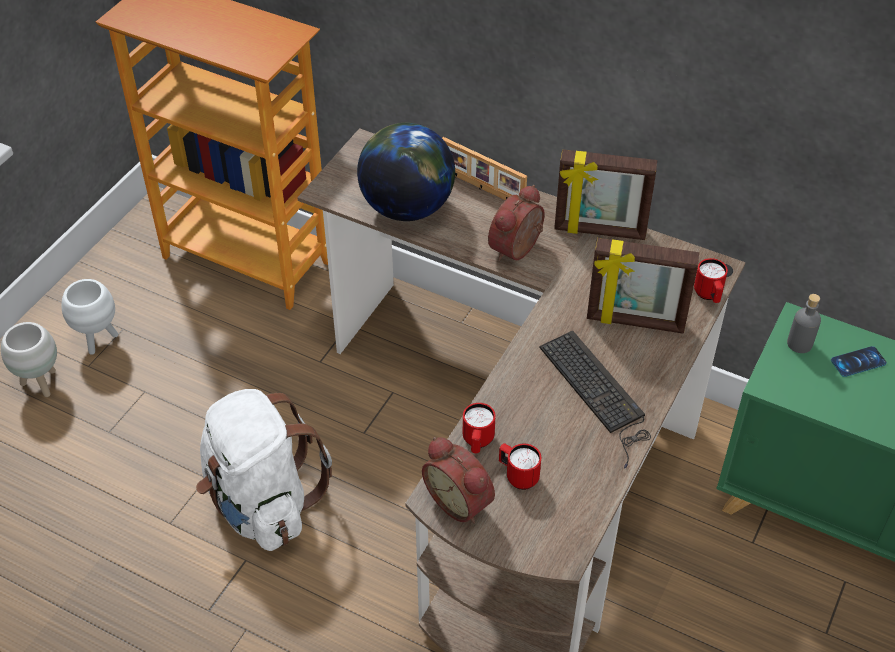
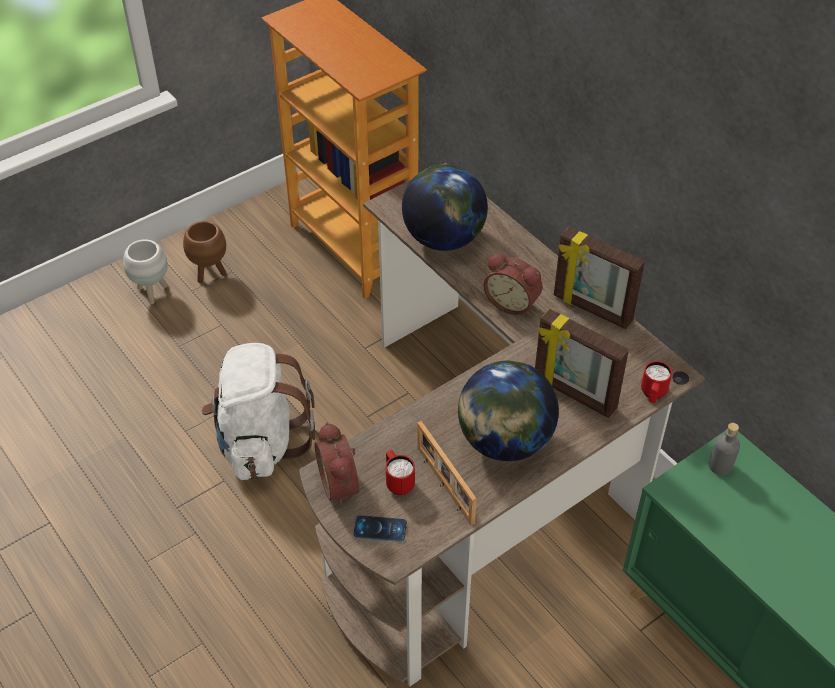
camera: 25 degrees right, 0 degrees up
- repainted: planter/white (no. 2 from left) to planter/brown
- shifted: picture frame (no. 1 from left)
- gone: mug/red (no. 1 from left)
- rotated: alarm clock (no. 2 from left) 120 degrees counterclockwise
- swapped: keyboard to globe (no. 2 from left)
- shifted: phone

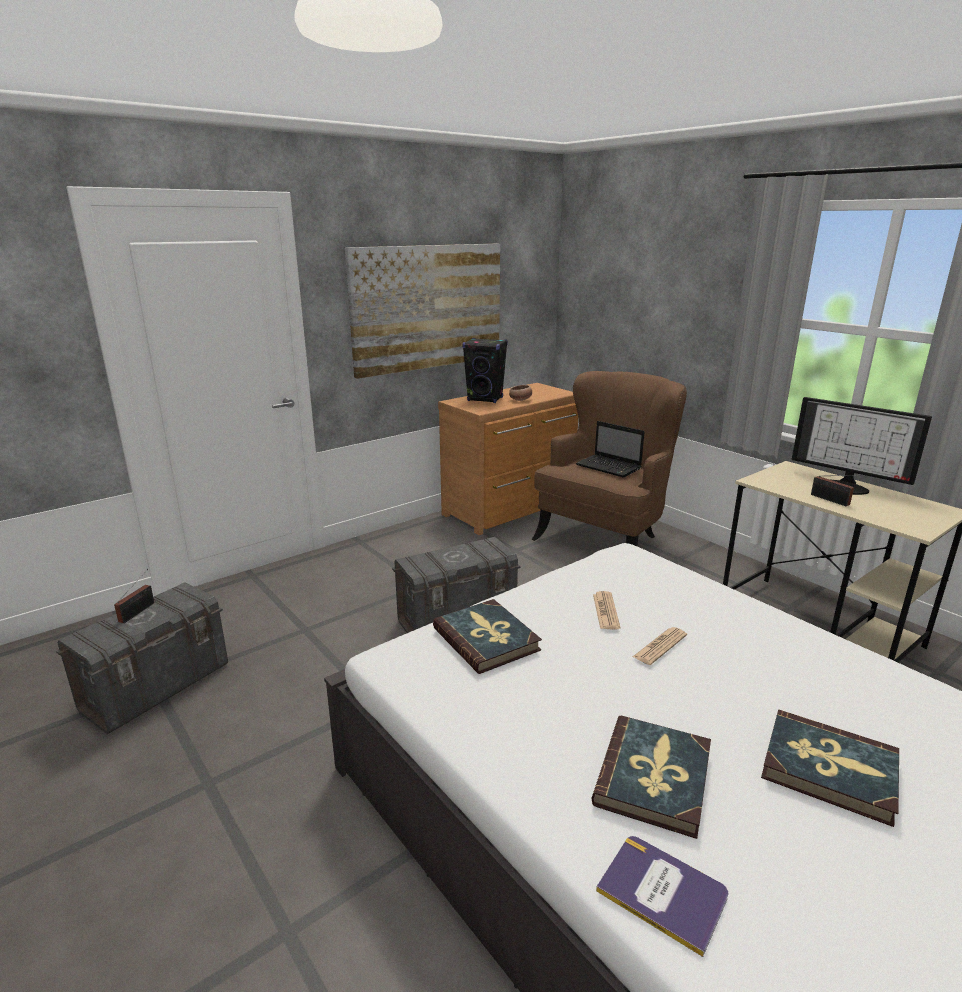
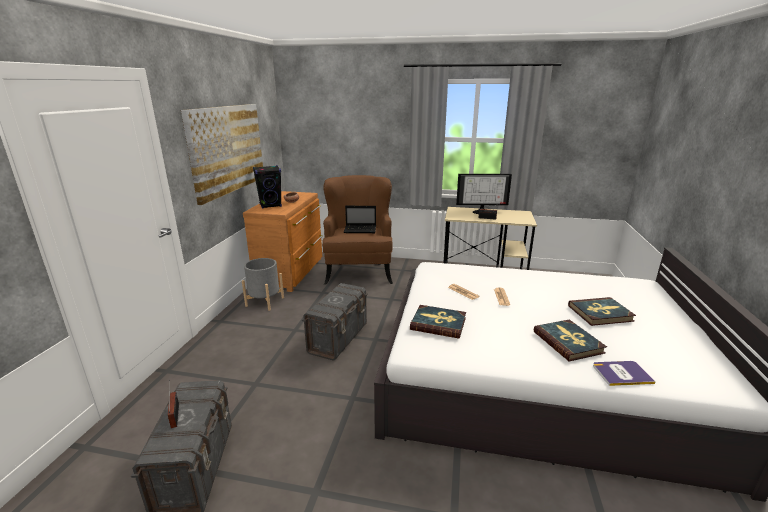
camera: 40 degrees left, 0 degrees up
- new: planter/grey

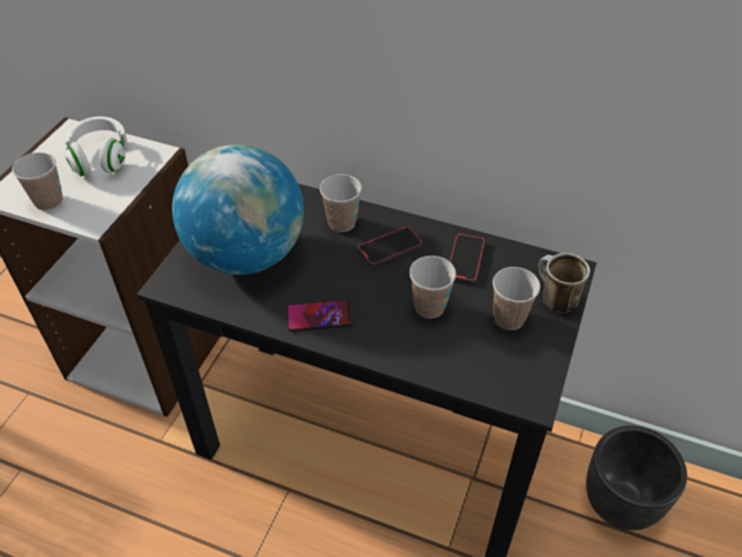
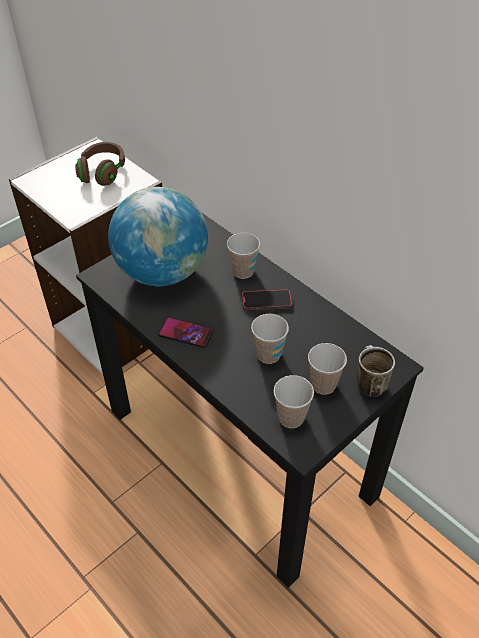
camera: 25 degrees right, 0 degrees up
- shifted: cup (no. 1 from left in the first image) to cup (no. 3 from left)
- repainted: headphones/white to headphones/brown
- gone: phone (no. 3 from left)
- gone: planter/black

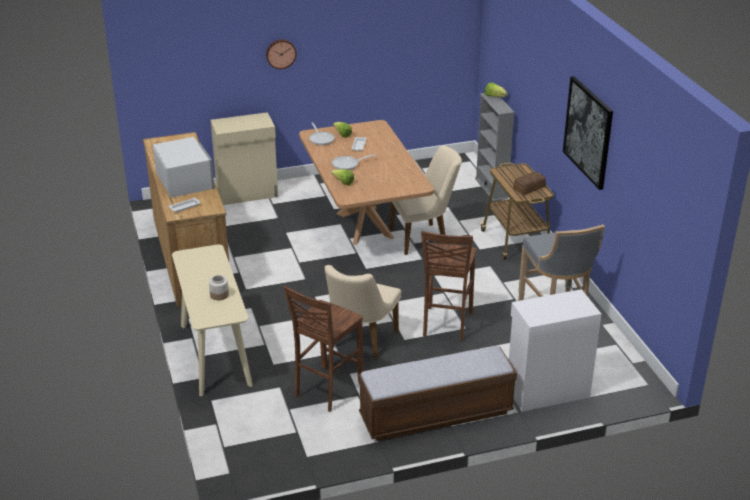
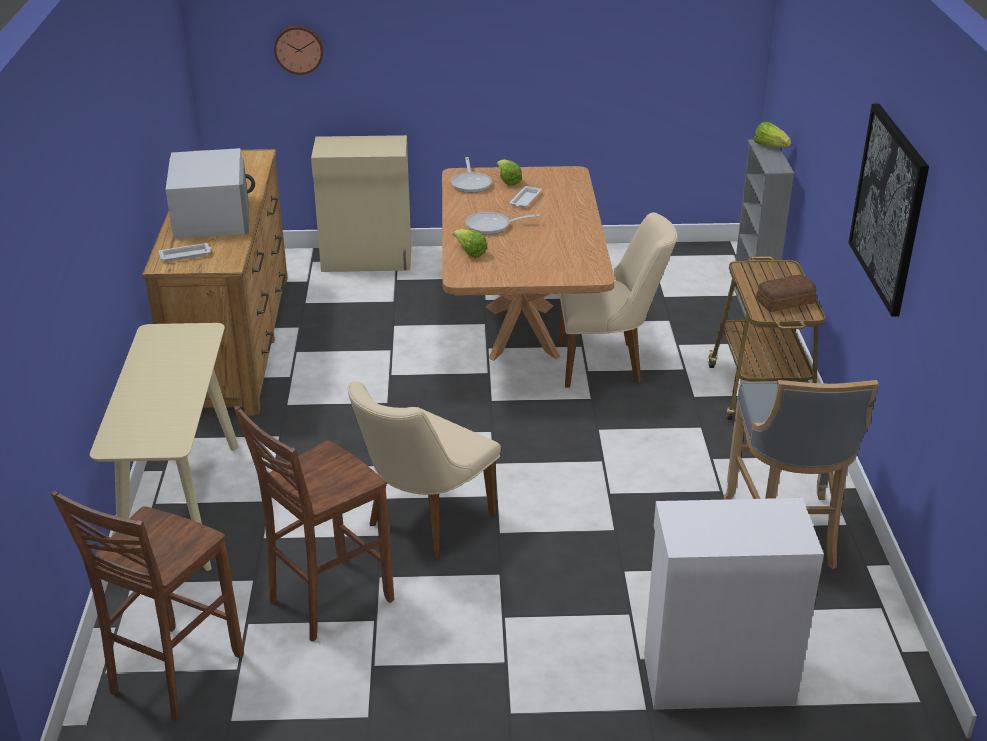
camera: 15 degrees right, 0 degrees up
- gone: jar
- shifted: wall clock
- gone: bench
- shifted: stool/brown (no. 2 from left in the first image) to stool/brown (no. 1 from left)

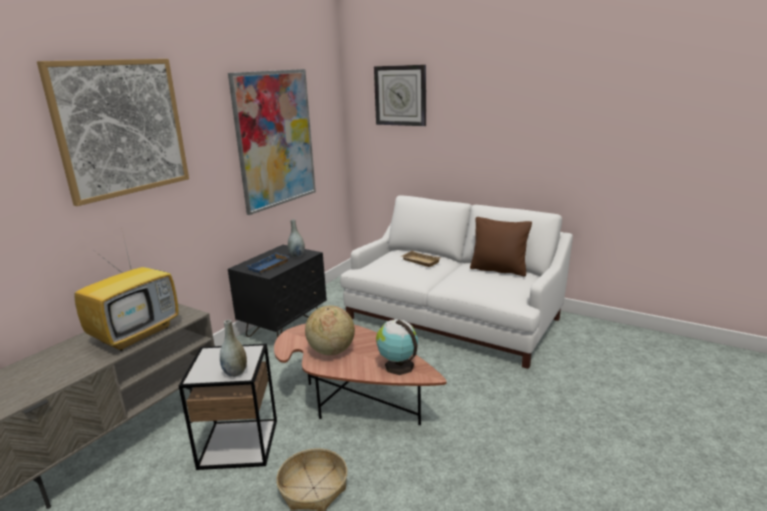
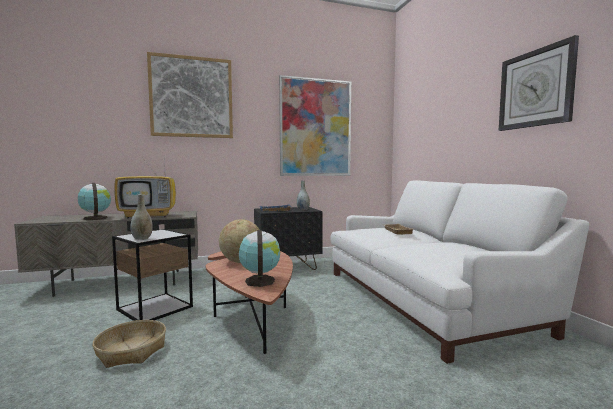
camera: 40 degrees right, 15 degrees down
- shifted: wall clock
- gone: pillow/brown
- new: globe (no. 1 from left)

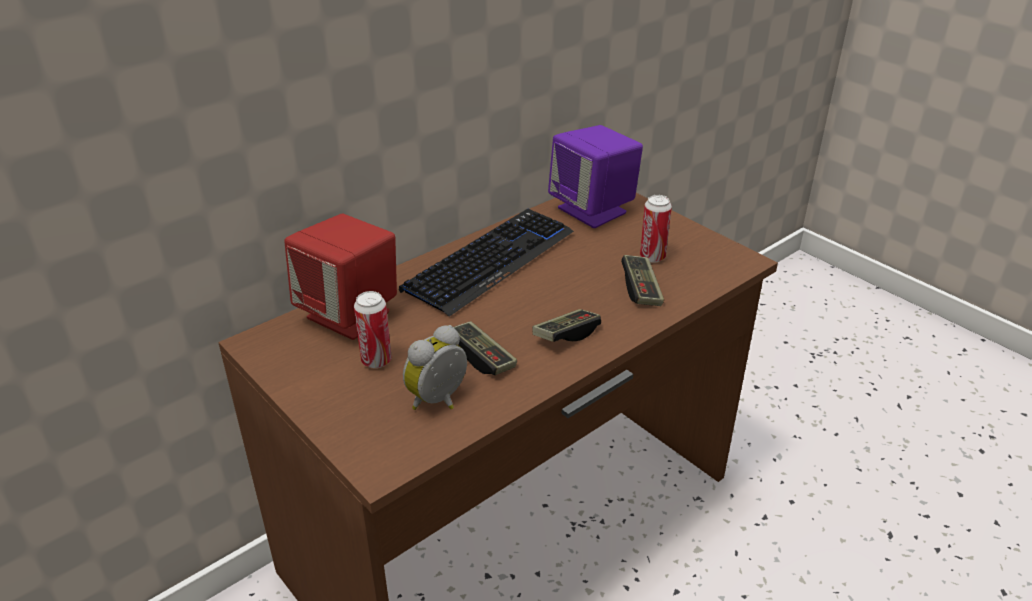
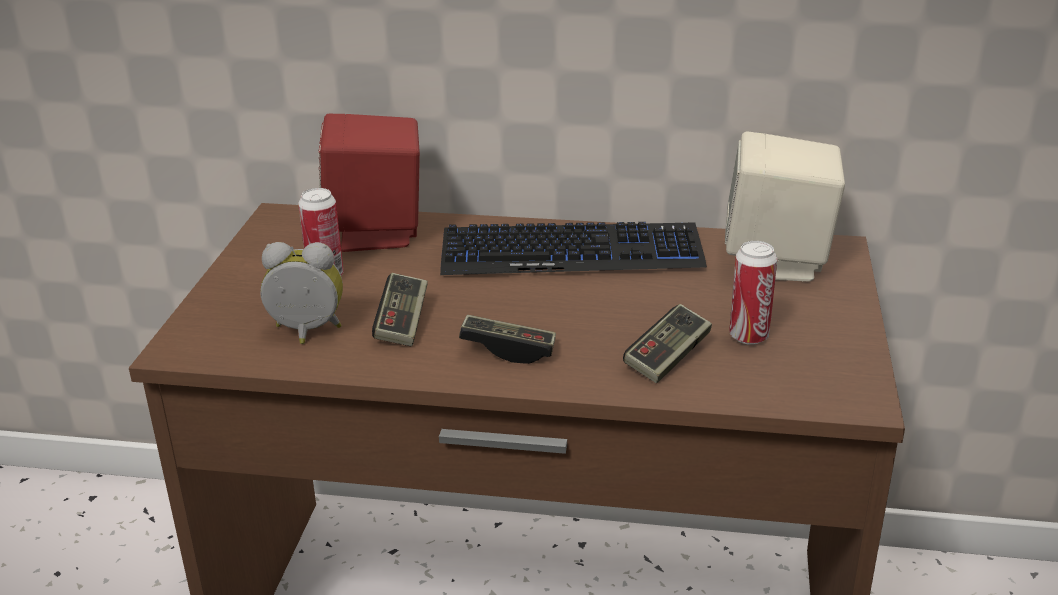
camera: 50 degrees right, 5 degrees down
- repainted: speaker/purple to speaker/beige

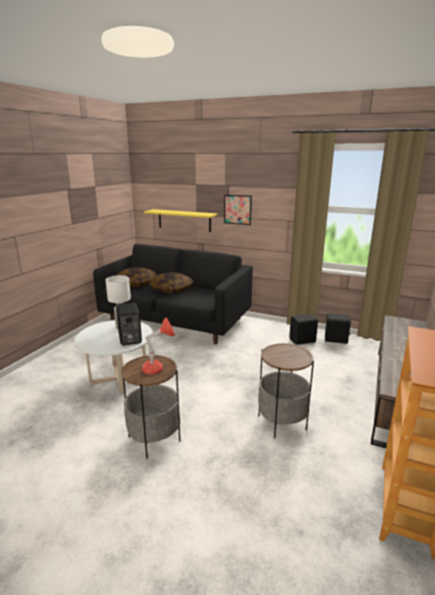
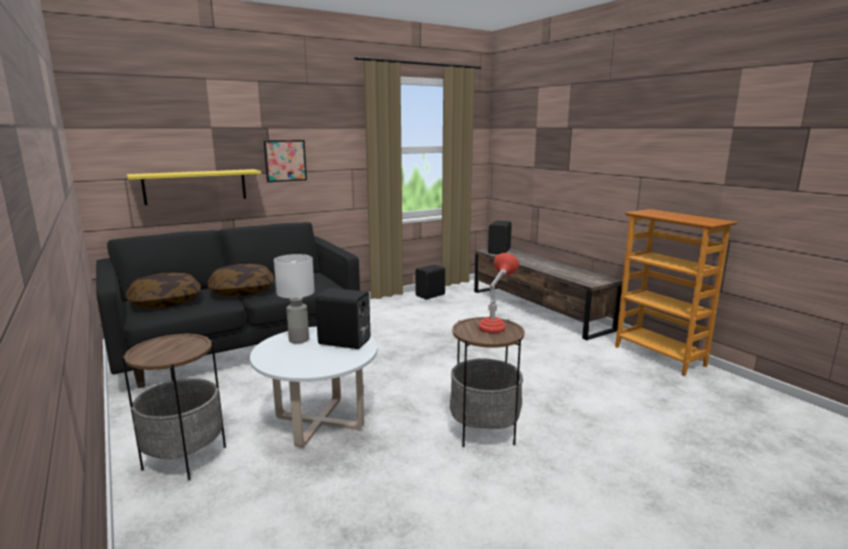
camera: 55 degrees left, 5 degrees down
- shifted: side table (no. 2 from left in the first image) to side table (no. 1 from left)
- shifted: speaker/black (no. 2 from left in the first image) to speaker/black (no. 3 from left)

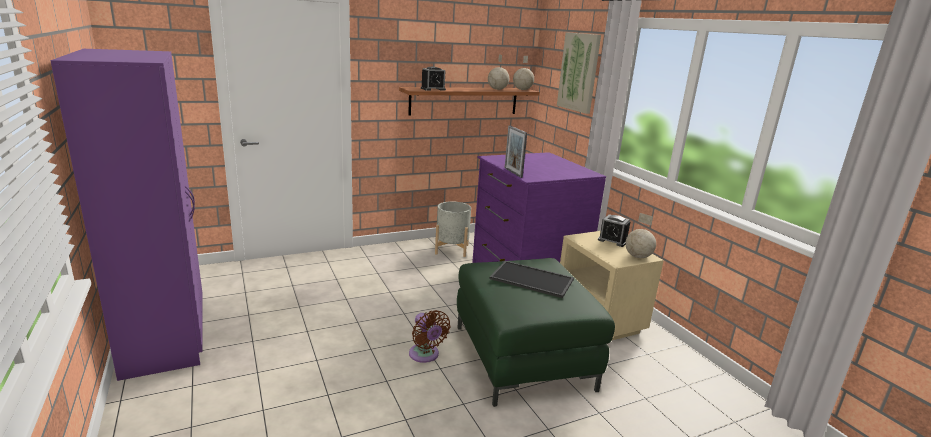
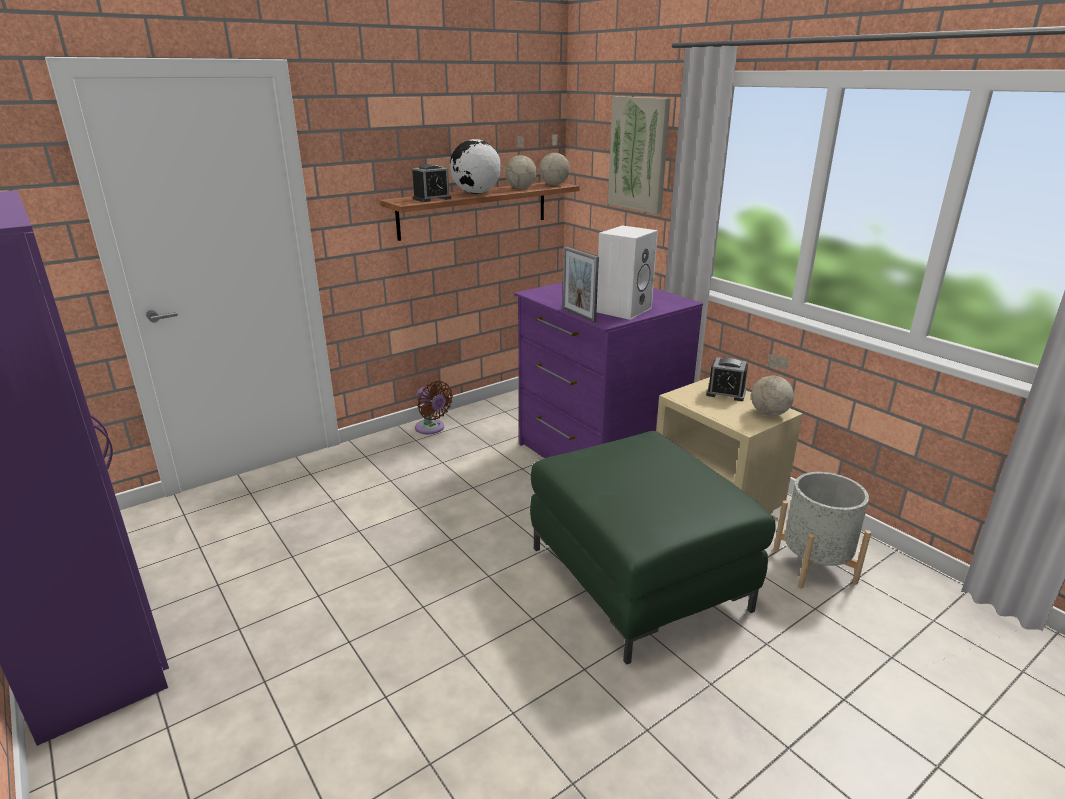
camera: 10 degrees left, 5 degrees up
- shifted: fan/brown
- shifted: planter/grey
- gone: tray
- new: globe (no. 1 from left)
- new: speaker/white

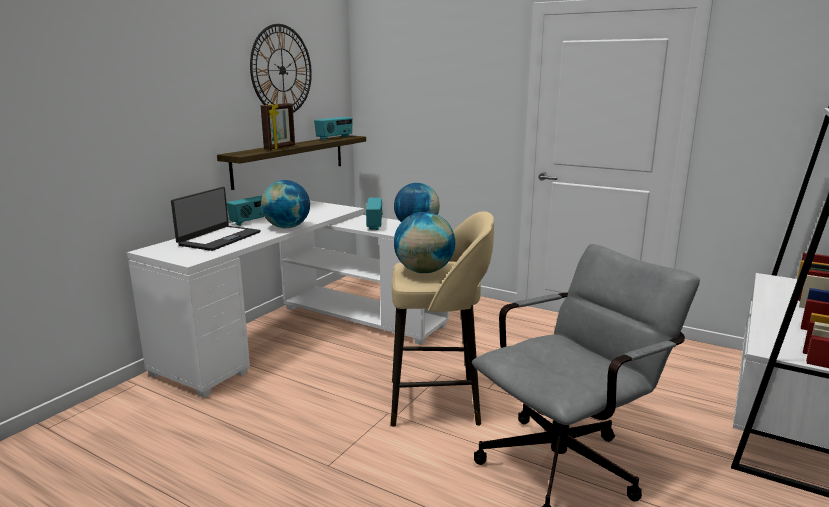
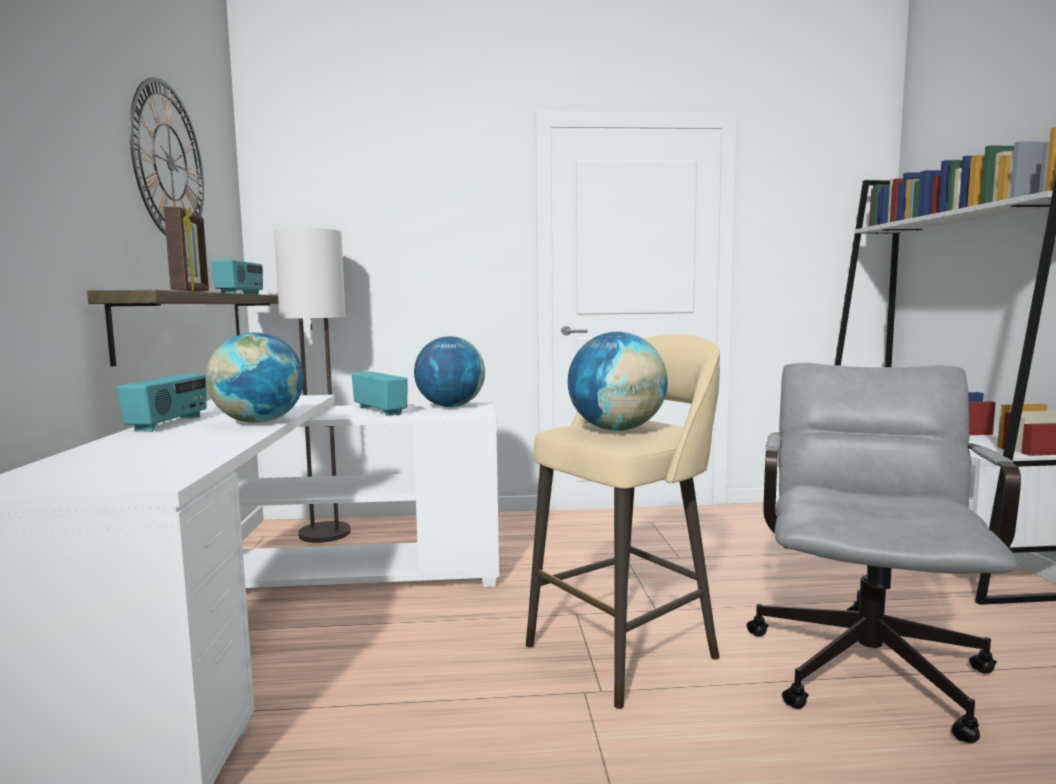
camera: 35 degrees left, 10 degrees down
- gone: laptop
- new: floor lamp

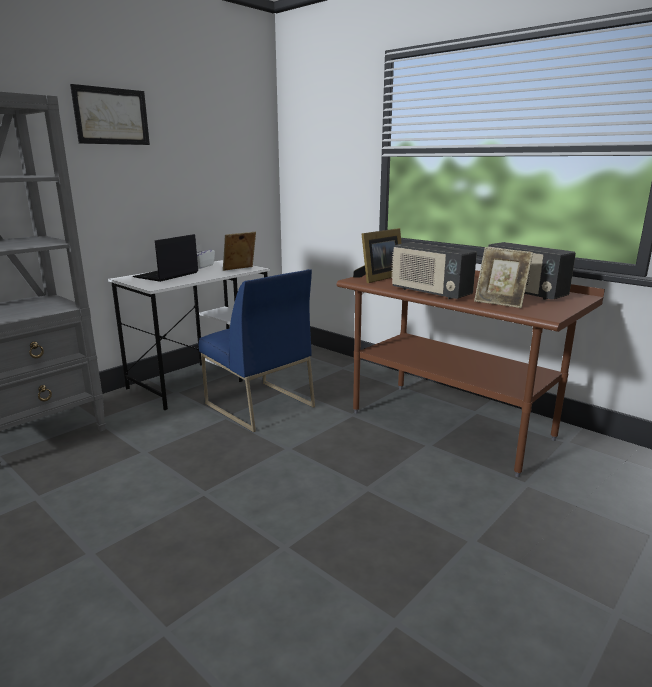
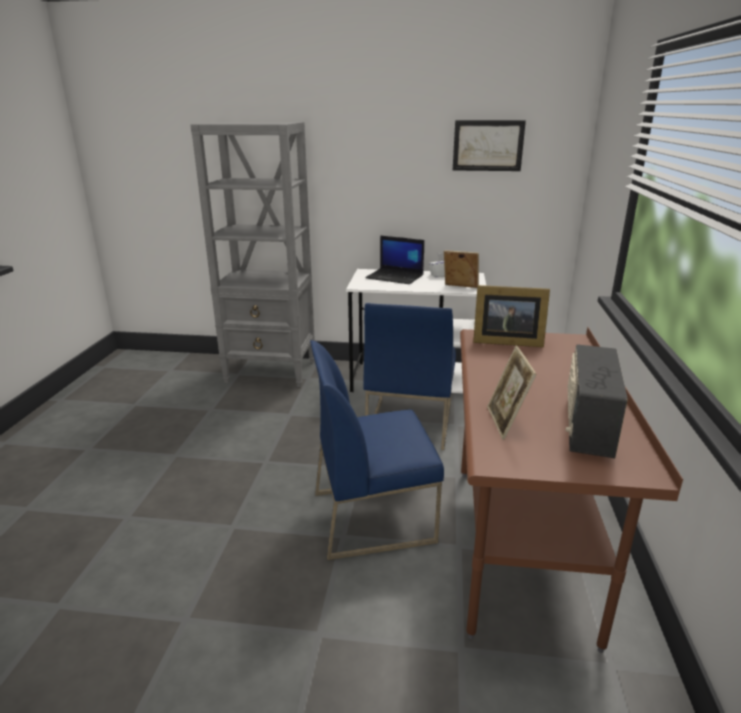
camera: 55 degrees right, 5 degrees up
- shifted: picture
- rotated: laptop 150 degrees counterclockwise
- gone: radio (no. 1 from left)
- new: chair/blue (no. 1 from left)

